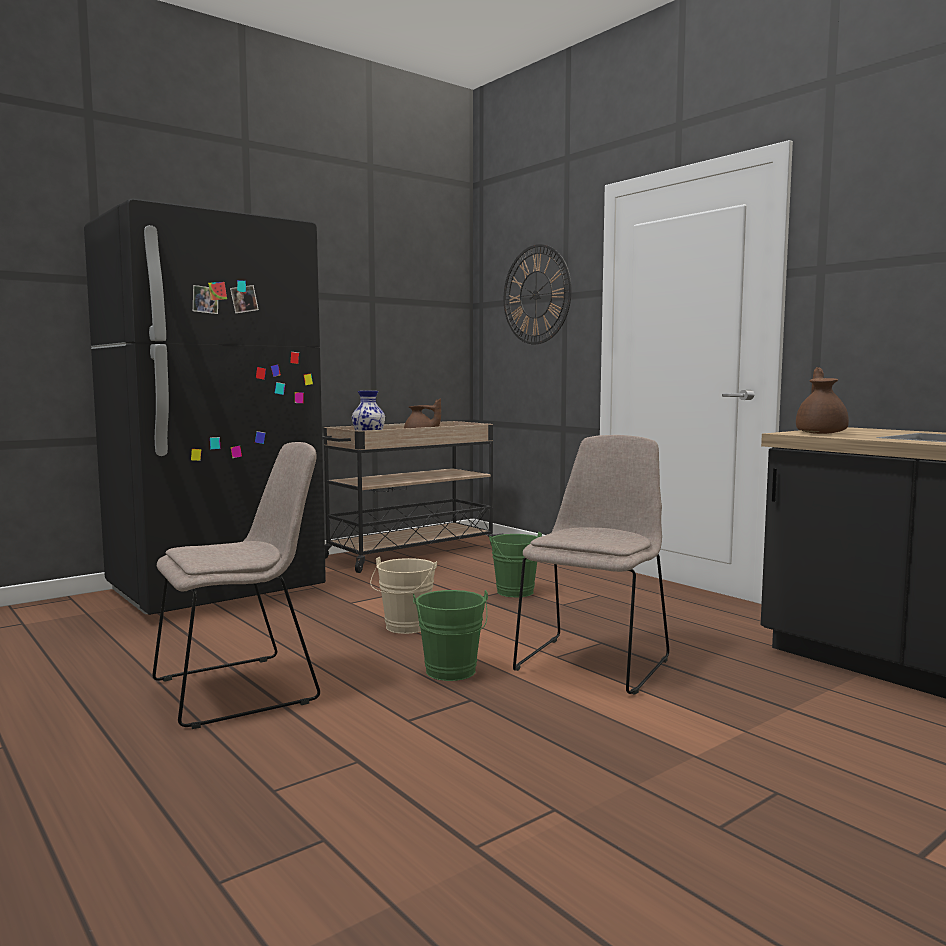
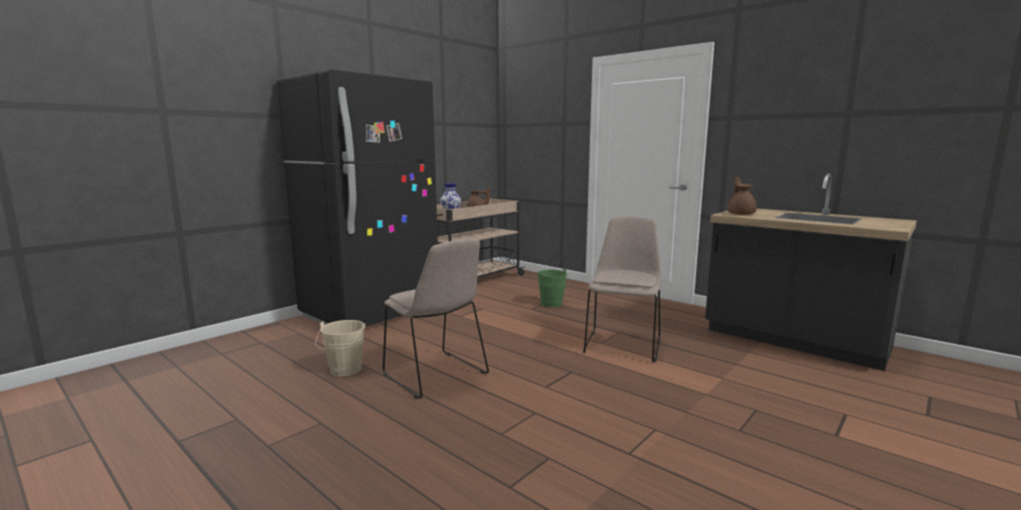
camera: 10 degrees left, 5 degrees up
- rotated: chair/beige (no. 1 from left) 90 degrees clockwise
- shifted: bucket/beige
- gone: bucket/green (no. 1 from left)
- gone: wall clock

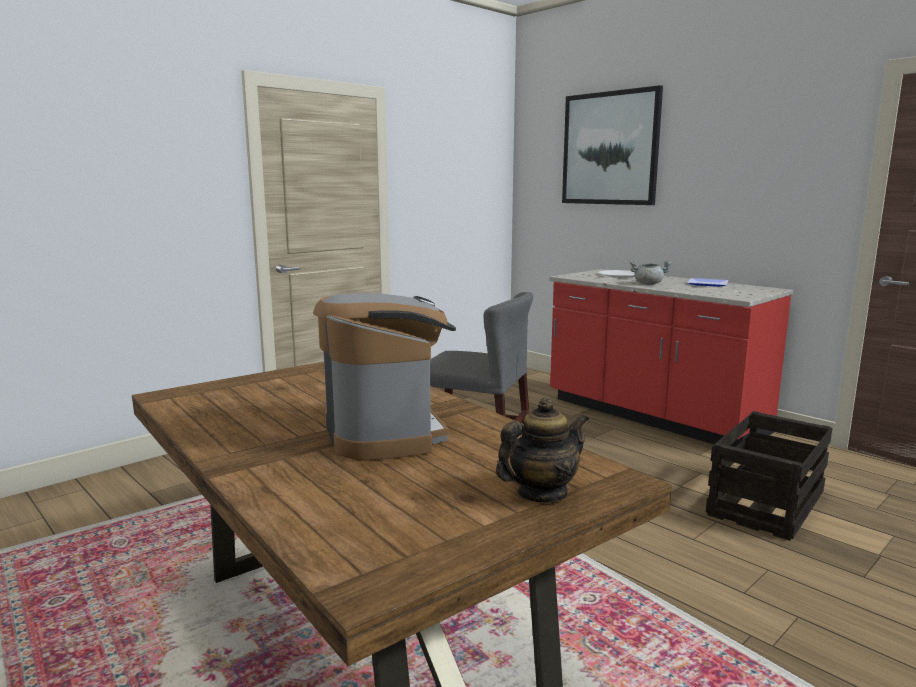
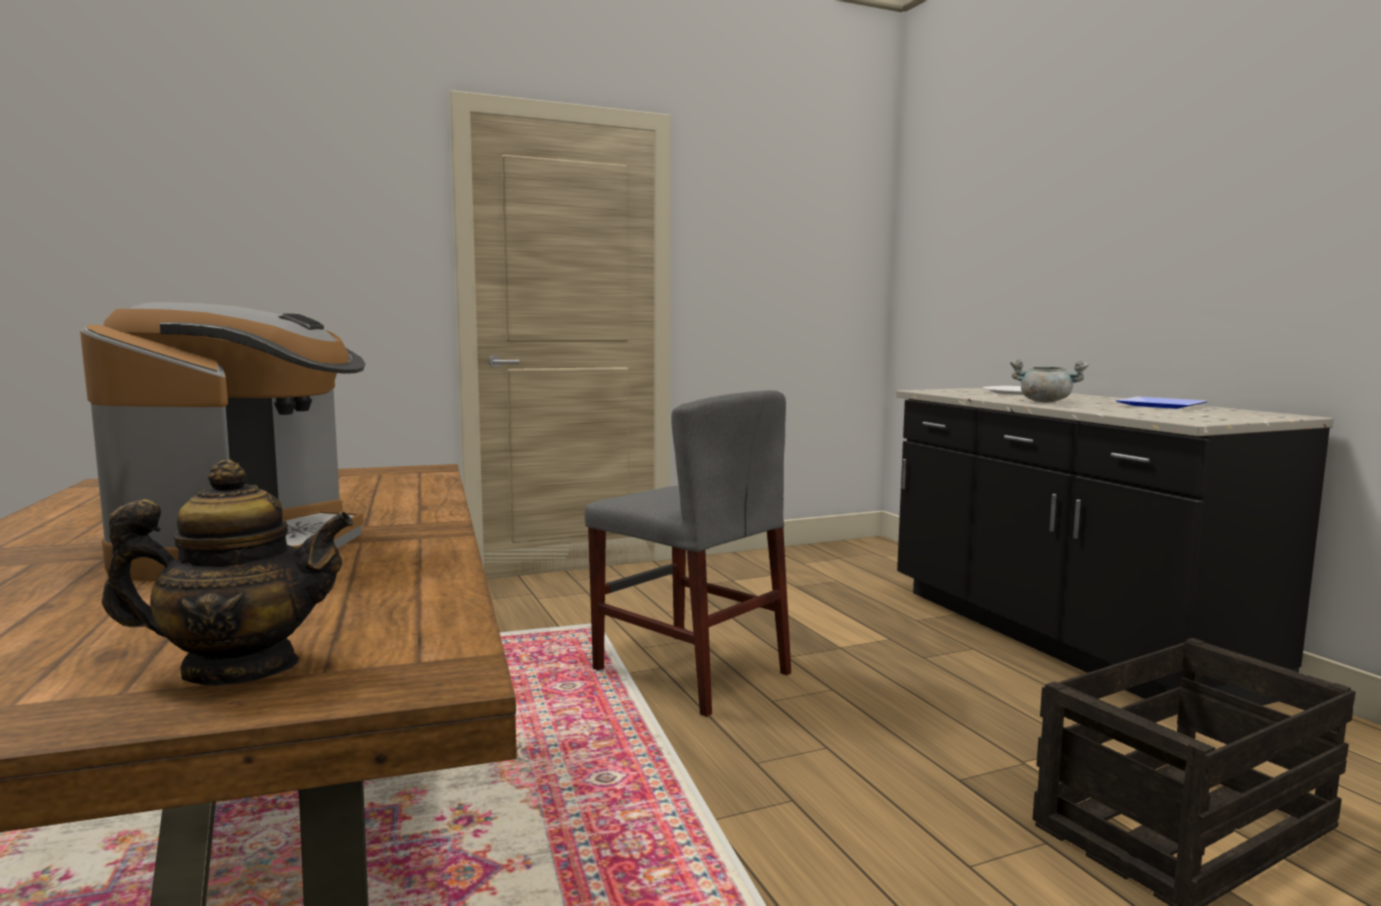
camera: 20 degrees right, 5 degrees down
- repainted: counter/red to counter/black
- gone: picture

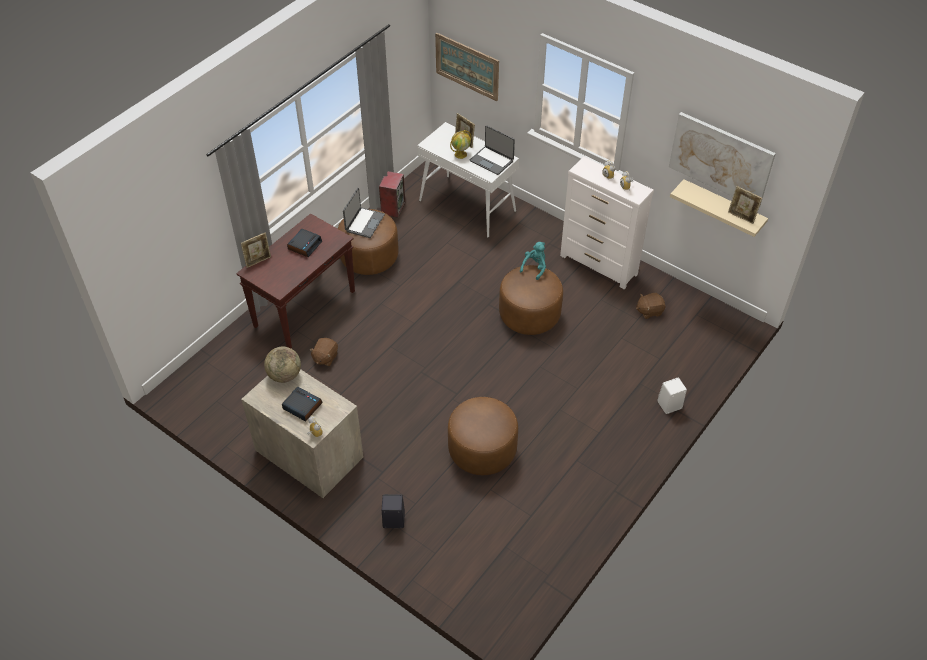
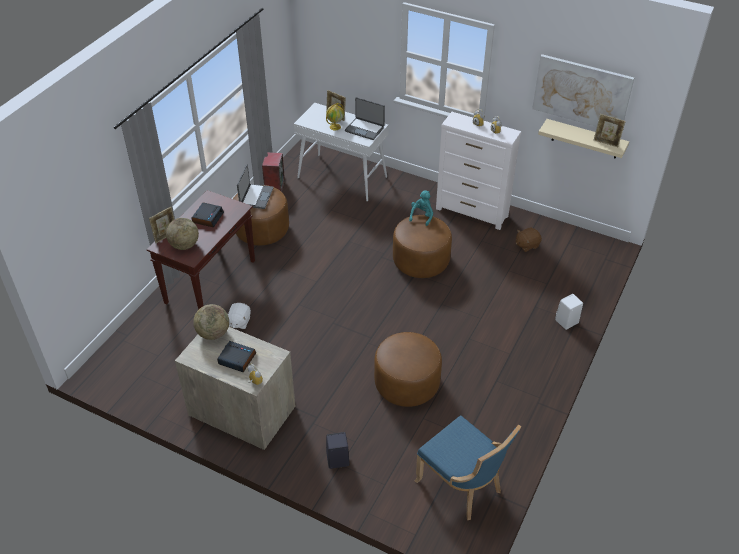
camera: 10 degrees left, 5 degrees down
- repainted: plush toy/brown (no. 1 from left) to plush toy/white
- gone: picture (no. 1 from left)
- new: globe (no. 1 from left)
- new: chair/blue

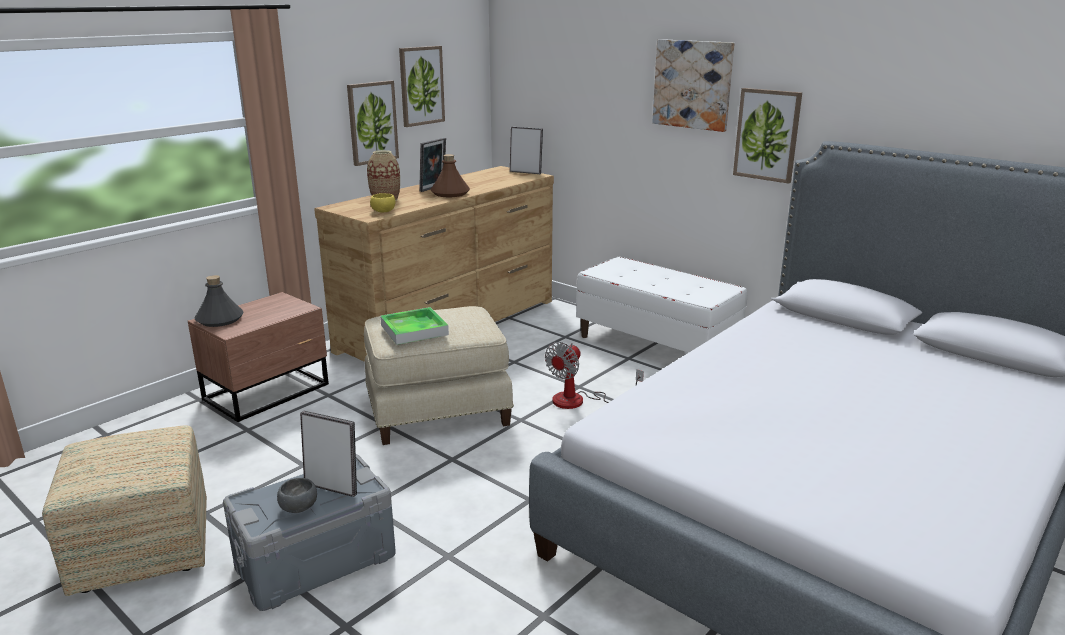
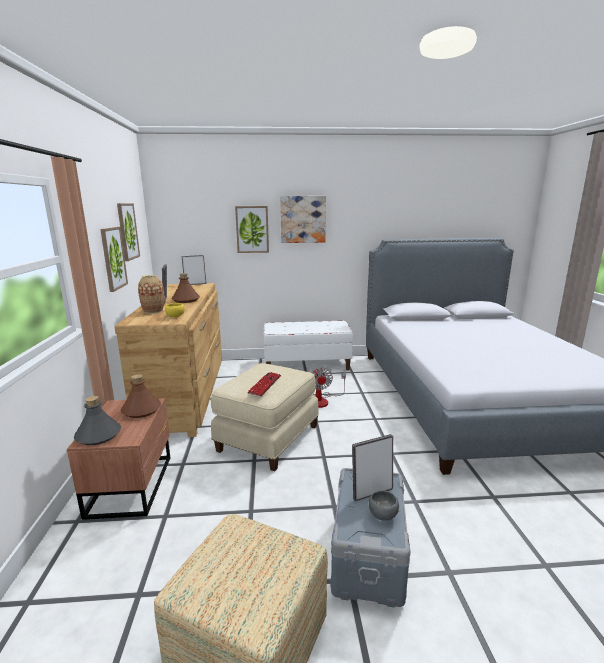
camera: 45 degrees left, 5 degrees down
- swapped: tray to keyboard
- shifted: picture (no. 4 from left in the first image) to picture (no. 3 from left)
- new: bottle/brown (no. 1 from left)

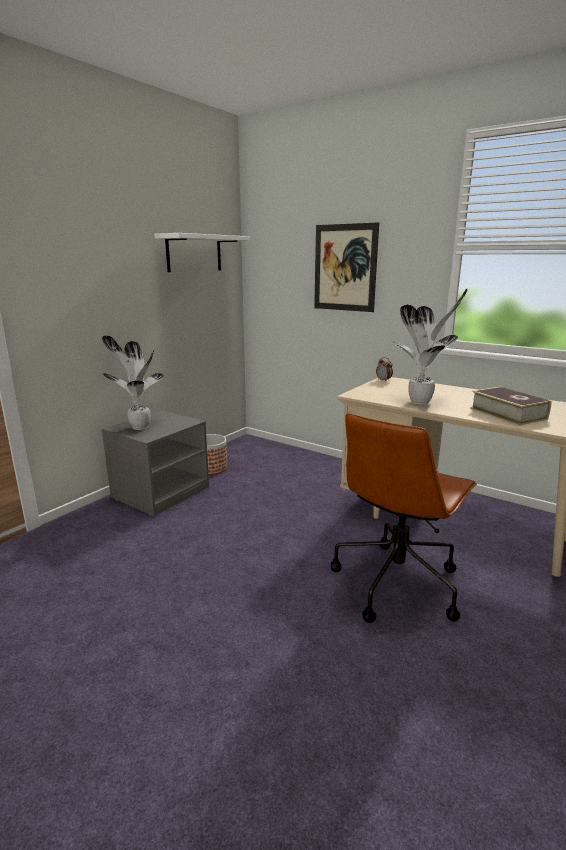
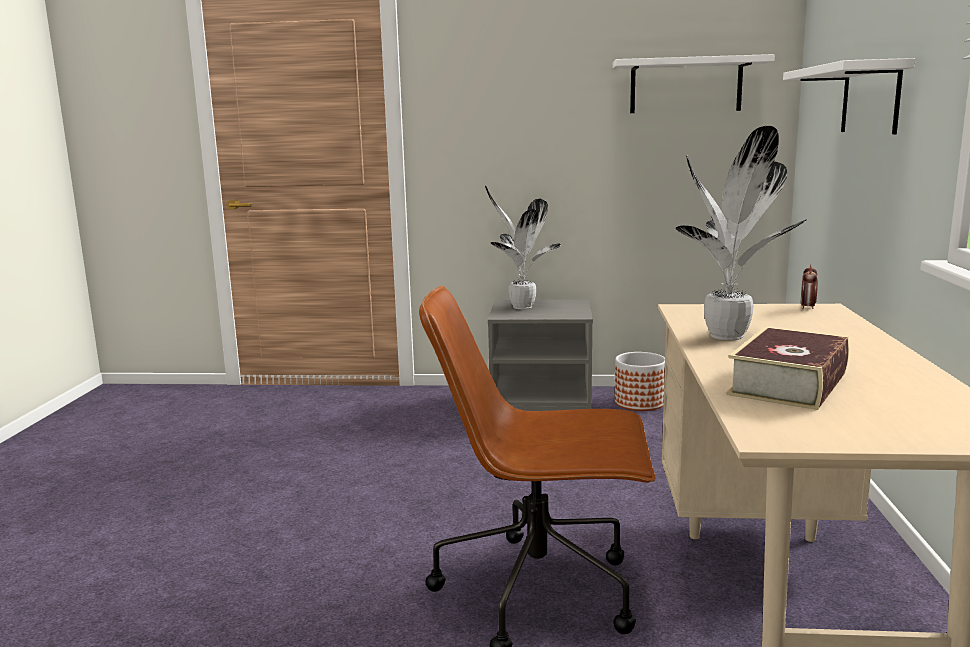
camera: 60 degrees right, 5 degrees down
- swapped: picture to shelf/white (no. 2 from left)

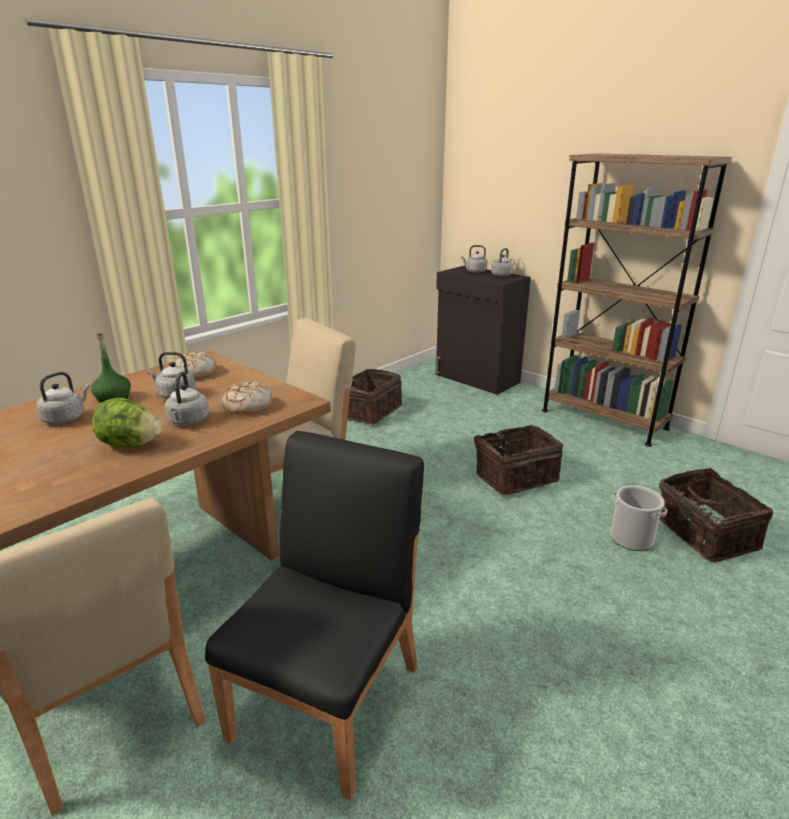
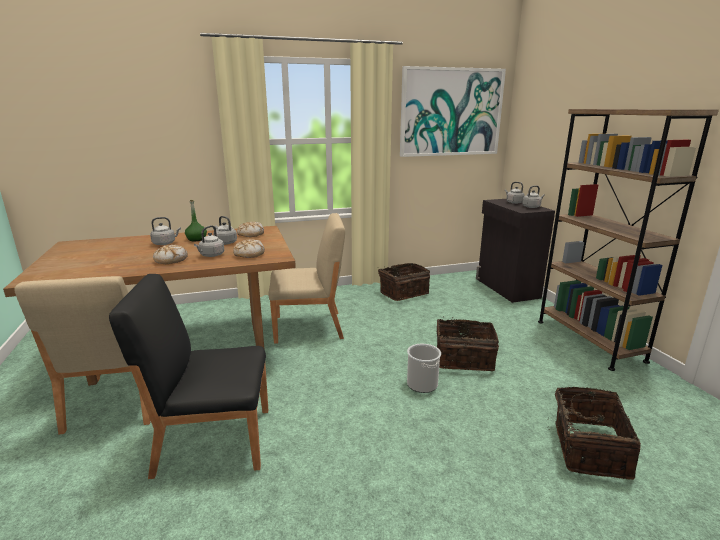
camera: 30 degrees right, 5 degrees down
- swapped: lettuce to bread (no. 1 from left)
- rotated: chair/black 150 degrees counterclockwise
- shifted: bucket
- new: picture

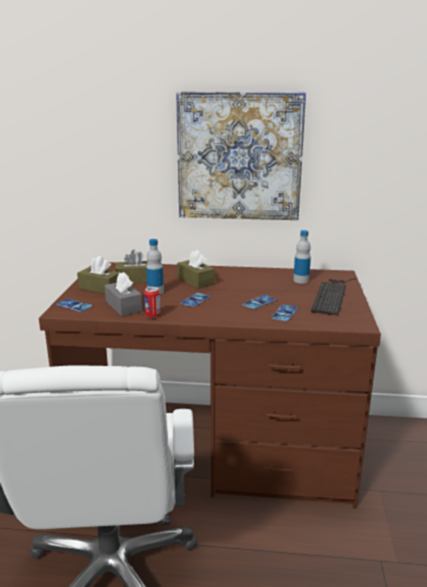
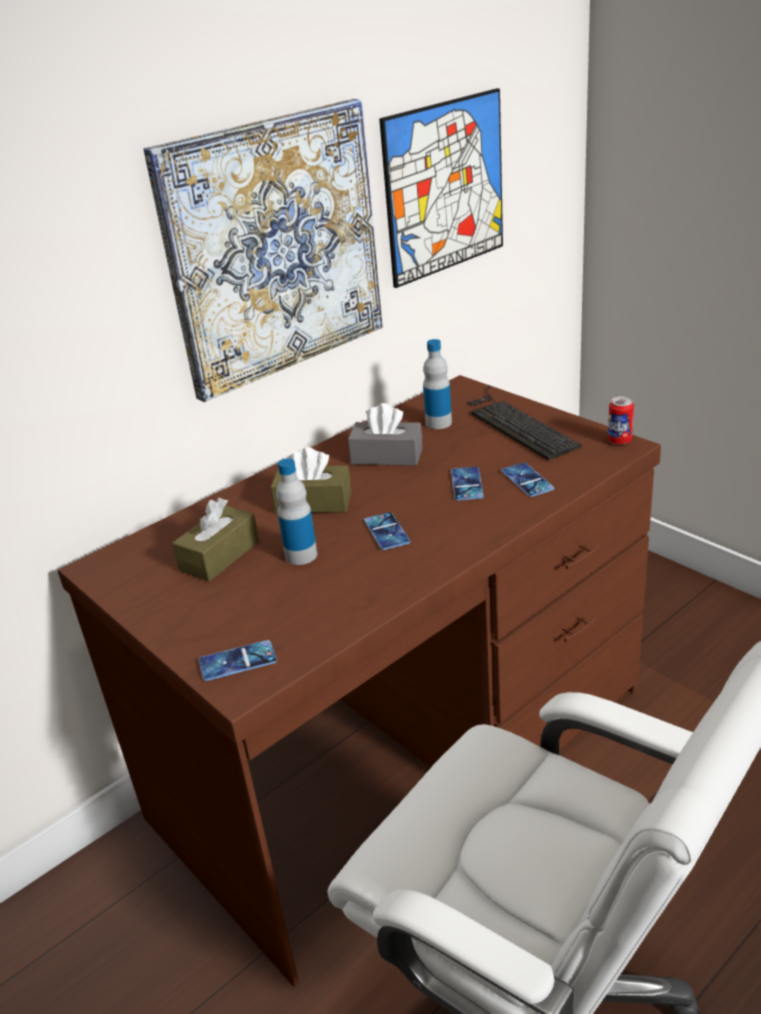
camera: 45 degrees left, 10 degrees up
- gone: tissue box/brown (no. 1 from left)
- shifted: tissue box/grey
- shifted: can
- new: picture (no. 2 from left)

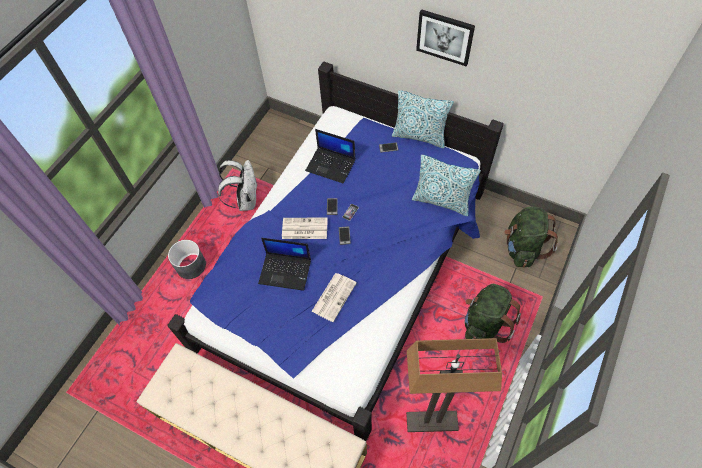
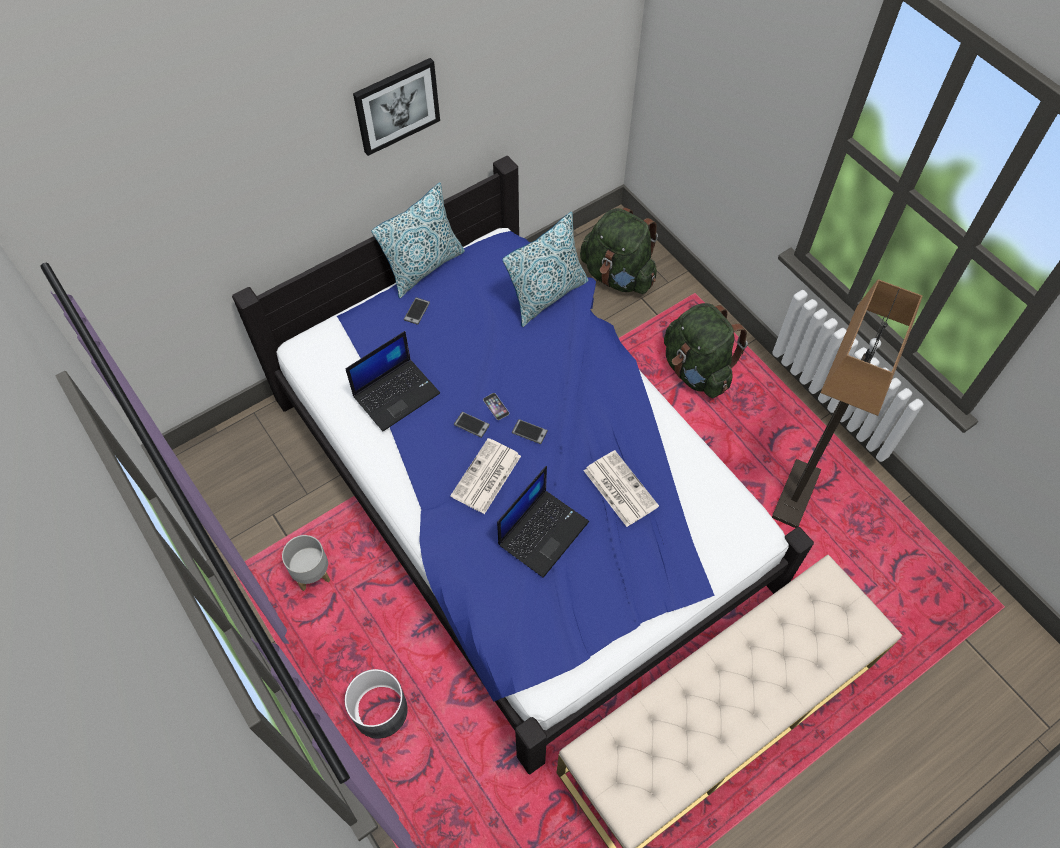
camera: 65 degrees left, 0 degrees up
- swapped: backpack/white to planter/grey (no. 1 from left)

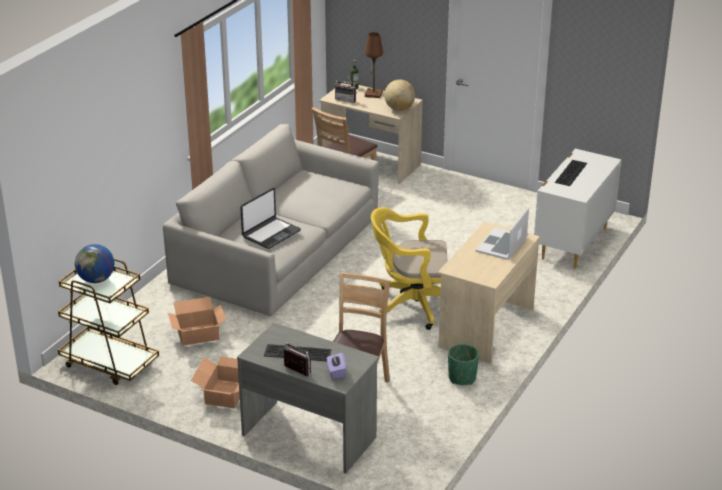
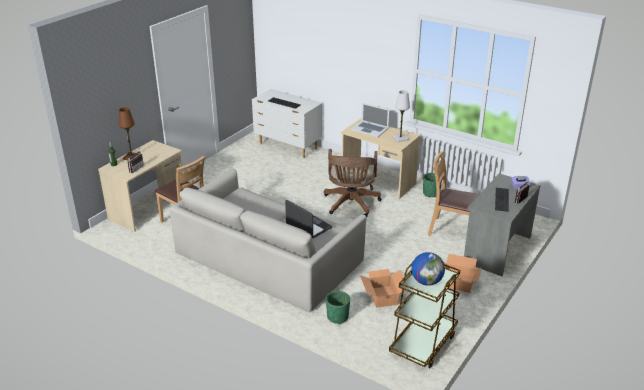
camera: 85 degrees left, 0 degrees up
- repainted: office chair/yellow to office chair/brown
- gone: globe (no. 2 from left)
- new: planter/green (no. 1 from left)
- new: table lamp/white

